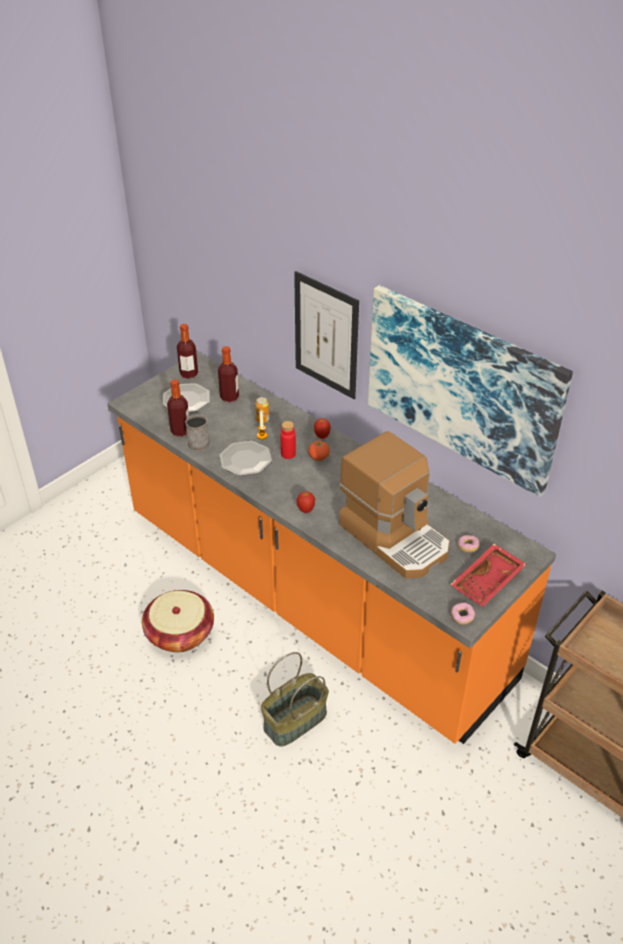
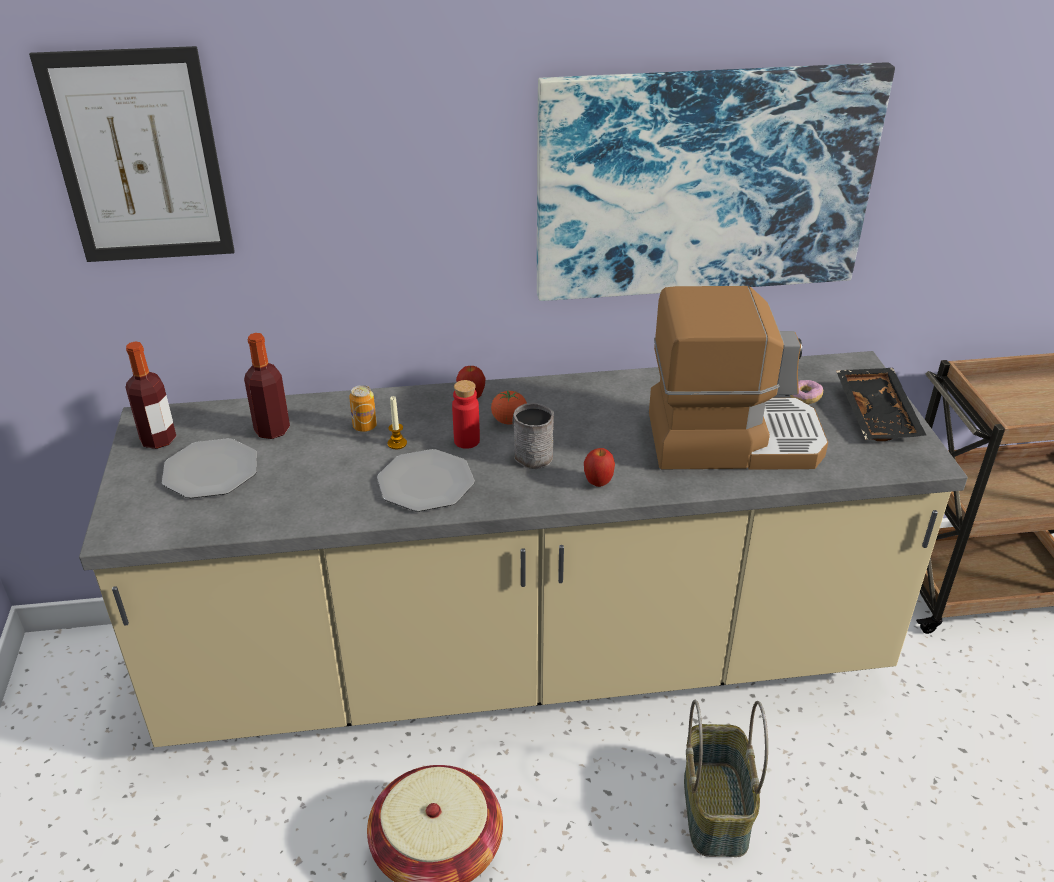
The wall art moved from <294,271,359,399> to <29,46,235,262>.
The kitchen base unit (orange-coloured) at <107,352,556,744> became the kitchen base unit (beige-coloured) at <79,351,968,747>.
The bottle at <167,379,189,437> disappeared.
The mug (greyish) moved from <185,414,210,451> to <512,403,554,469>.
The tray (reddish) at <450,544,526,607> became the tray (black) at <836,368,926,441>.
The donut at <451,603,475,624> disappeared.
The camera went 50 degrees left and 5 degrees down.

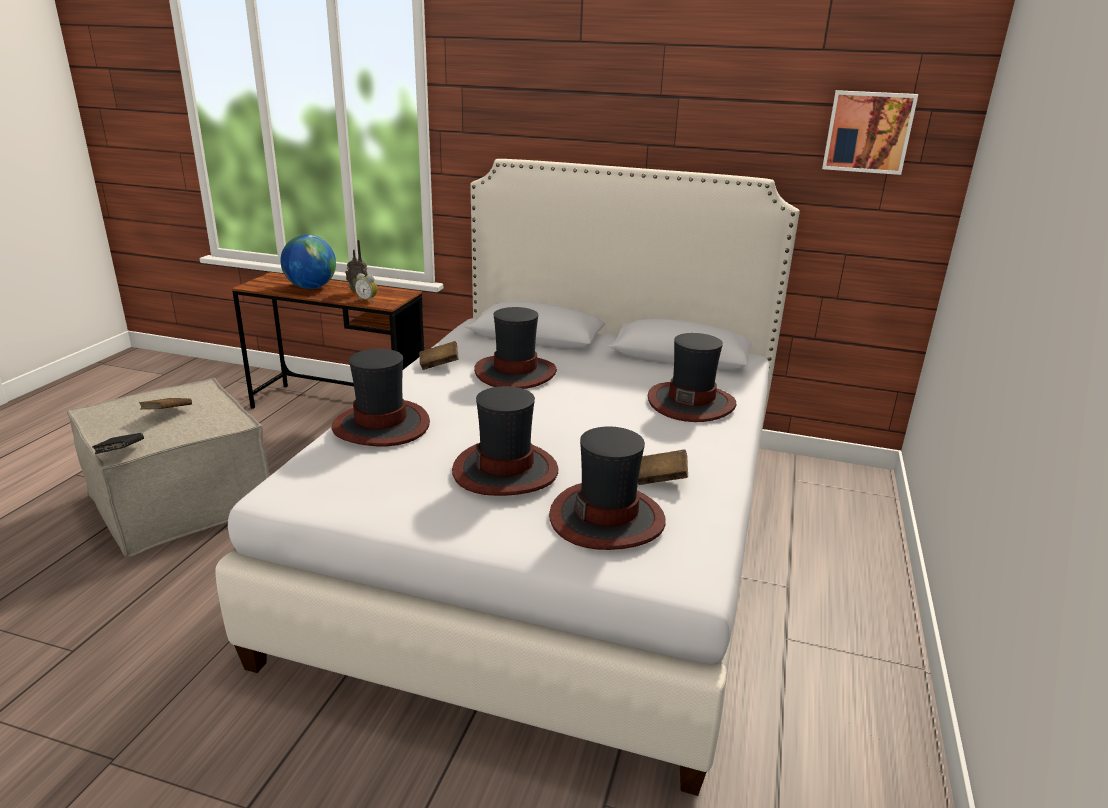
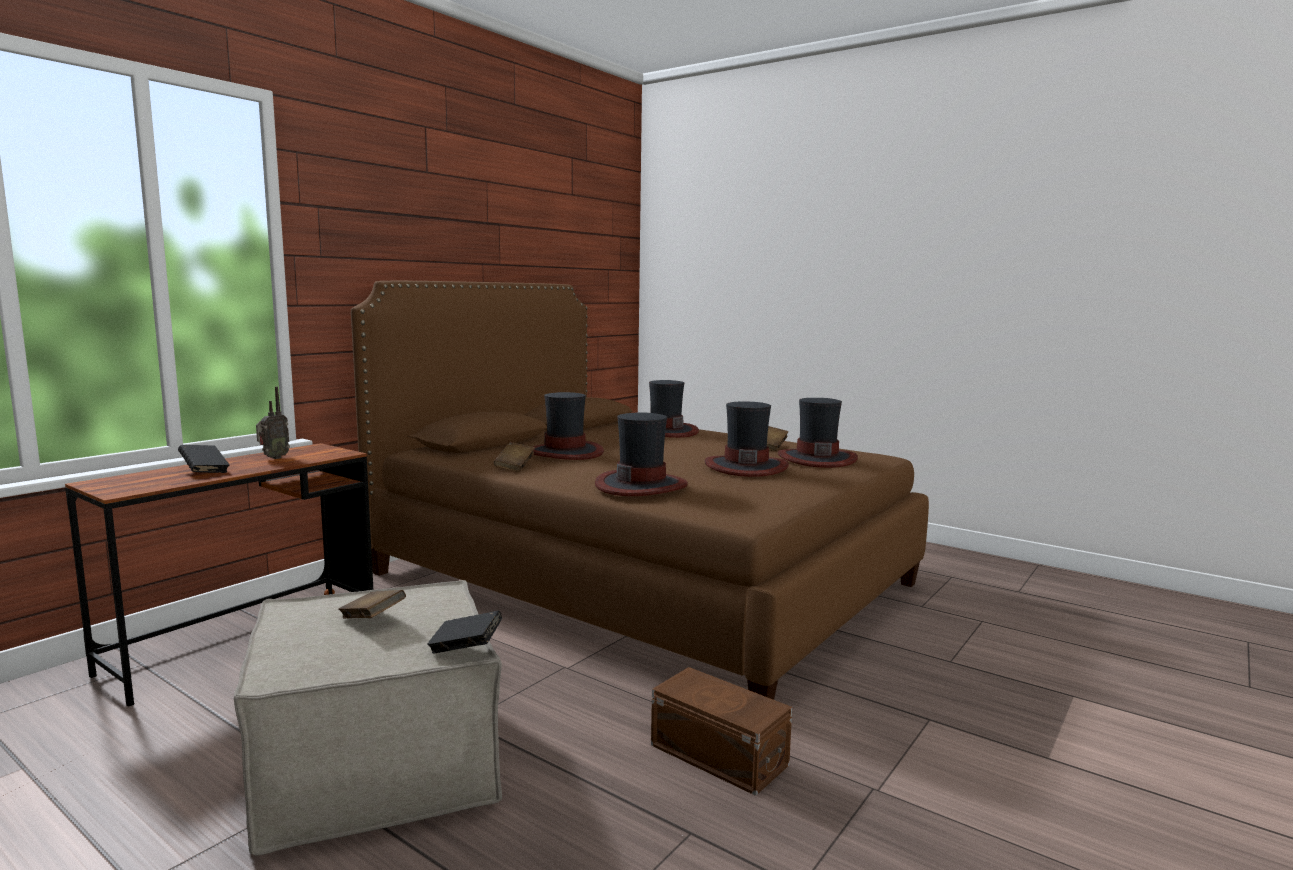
The wall art at <822,90,918,175> disappeared.
The bed (whitish) at <215,159,800,796> became the bed (brownish) at <351,281,929,700>.
The globe at <280,235,336,289> was replaced by the volume (black) at <178,445,229,473>.
The table clock at <355,273,377,303> disappeared.
The storage box (brownish) at <651,667,792,796> appeared.
The camera went 70 degrees left and 15 degrees down.

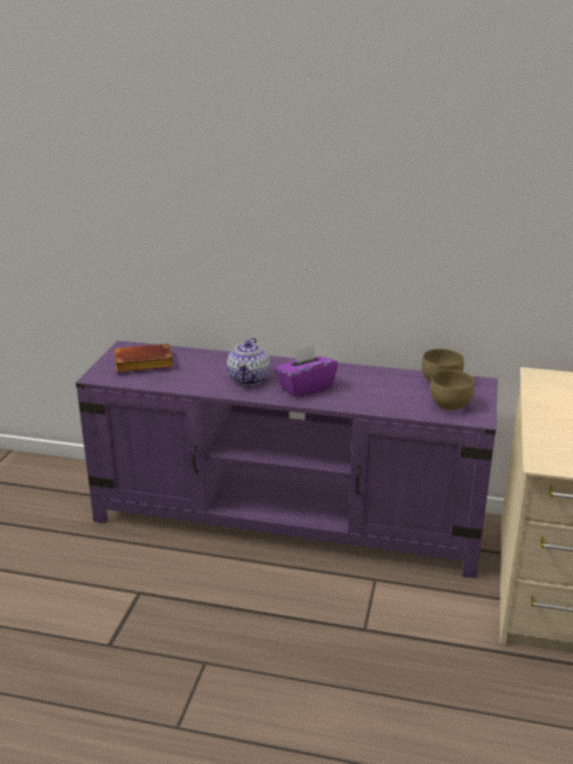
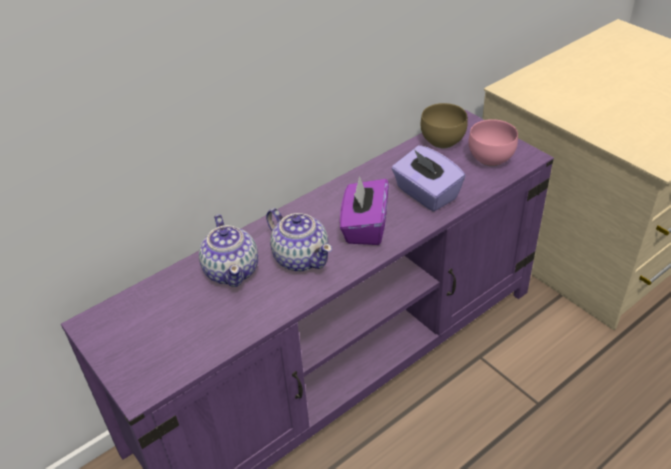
The volume (brownish) at <114,344,174,373> disappeared.
The bowl (brownish) at <430,370,475,411> became the bowl (pinkish) at <469,119,518,166>.
The tissue box (purple-coloured) at <392,145,465,211> appeared.
The teapot at <199,214,258,287> appeared.
The camera went 50 degrees left and 15 degrees up.

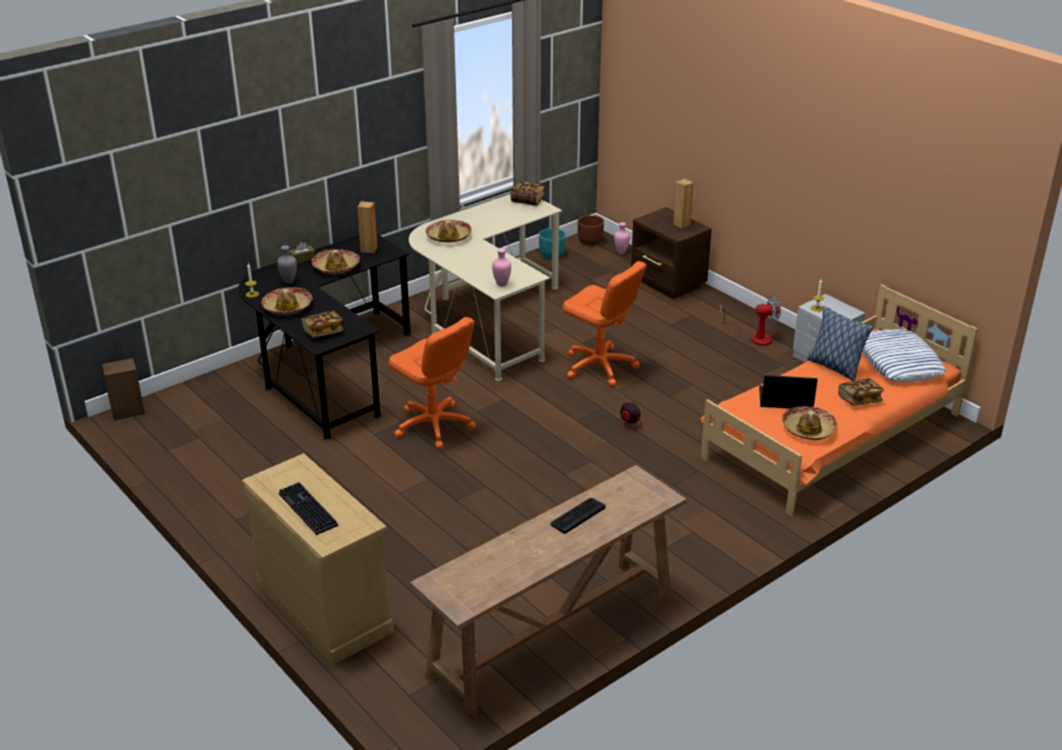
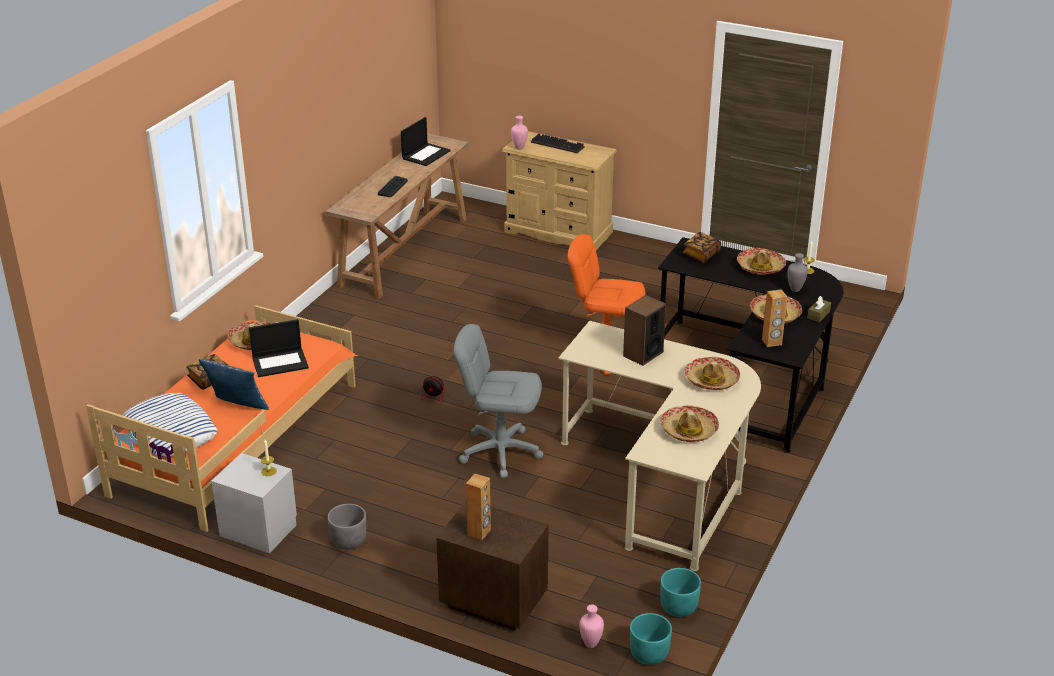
The volume at <510,181,545,206> disappeared.
The plant pot (brownish) at <578,215,604,246> became the plant pot (turquoise) at <630,613,672,665>.
The vase (pinkish) moved from <492,248,511,287> to <511,116,528,150>.
The desk chair (orange-coloured) at <562,261,647,386> became the desk chair (greyish) at <454,324,543,478>.
The fan at <720,296,781,346> was replaced by the plant pot (greyish) at <328,504,366,550>.
The audio speaker moved from <102,358,145,420> to <623,295,666,366>.
The portable computer at <401,117,451,166> appeared.
The wearable hat at <660,405,719,442> appeared.
The camera went 155 degrees right and 0 degrees up.

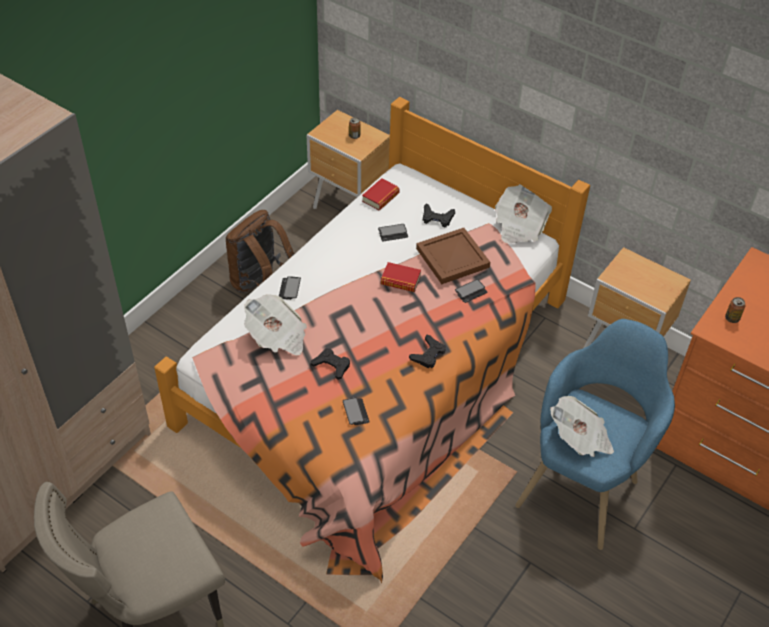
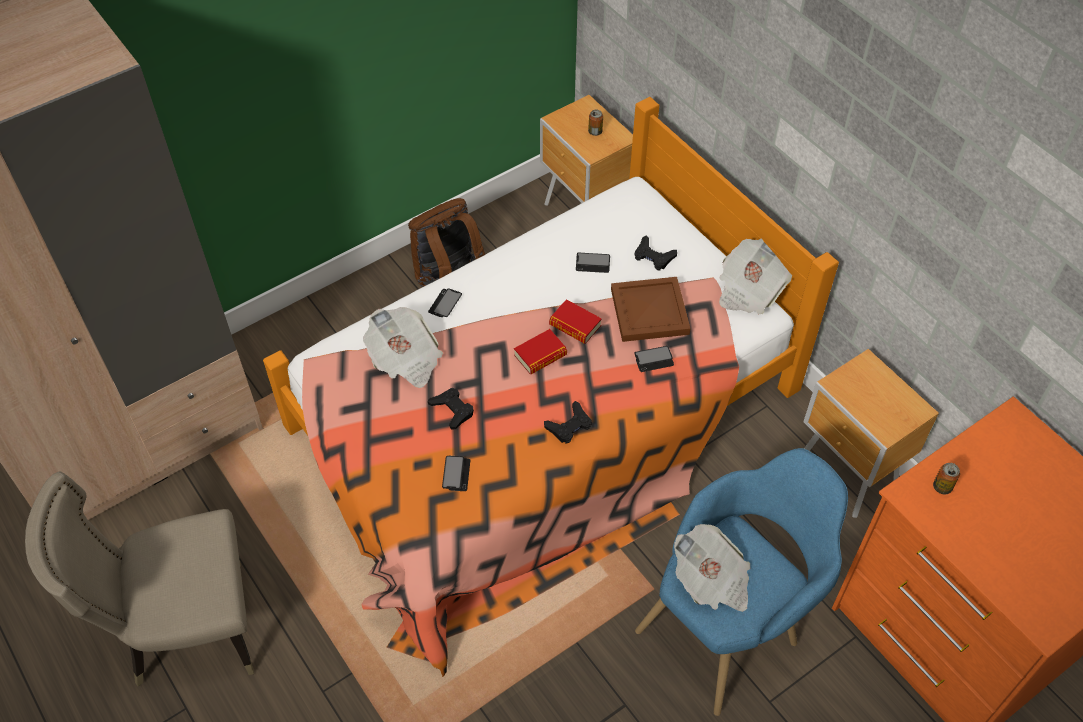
The volume moved from <362,178,400,210> to <514,329,567,374>.
The camera went 20 degrees right and 5 degrees up.

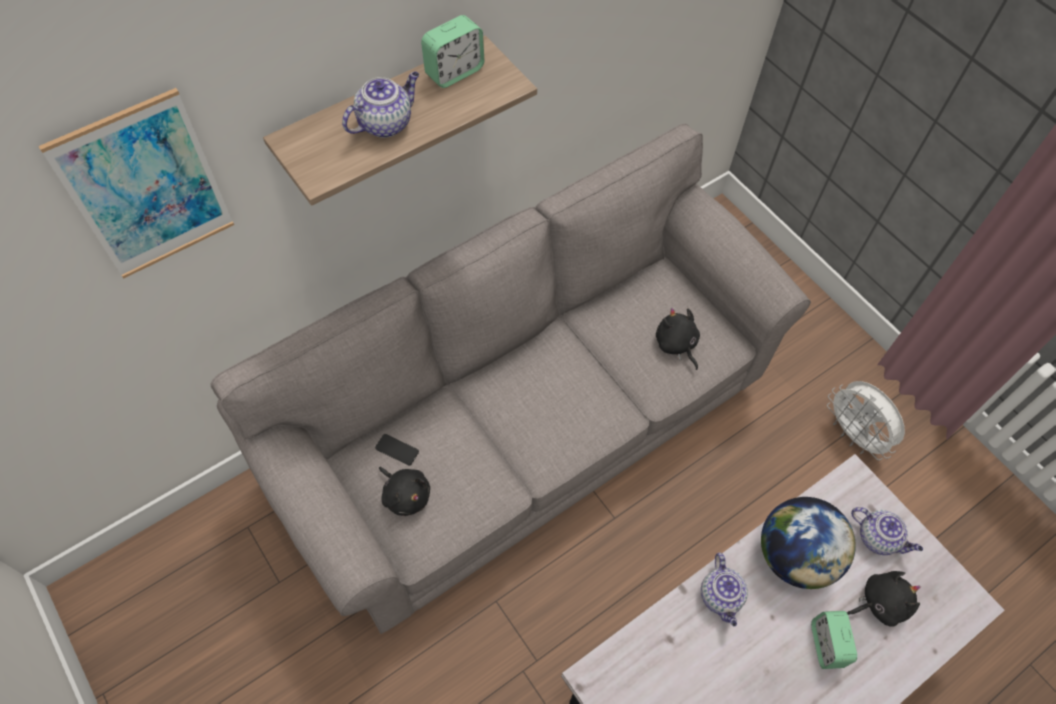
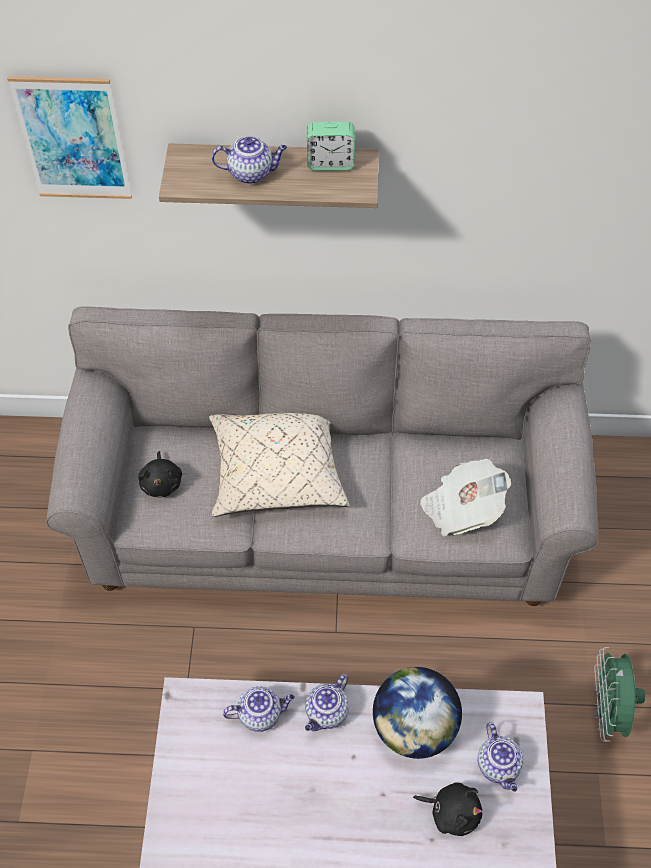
The soft toy (black) at <656,308,700,370> was replaced by the printed paper at <420,459,511,536>.
The fan (whitish) at <827,381,905,460> became the fan (green) at <592,647,645,742>.
The telephone at <375,434,419,466> disappeared.
The table clock at <811,611,857,669> disappeared.
The cushion (beige-coloured) at <209,413,350,517> appeared.
The teapot at <223,686,295,732> appeared.
The camera went 40 degrees right and 5 degrees down.

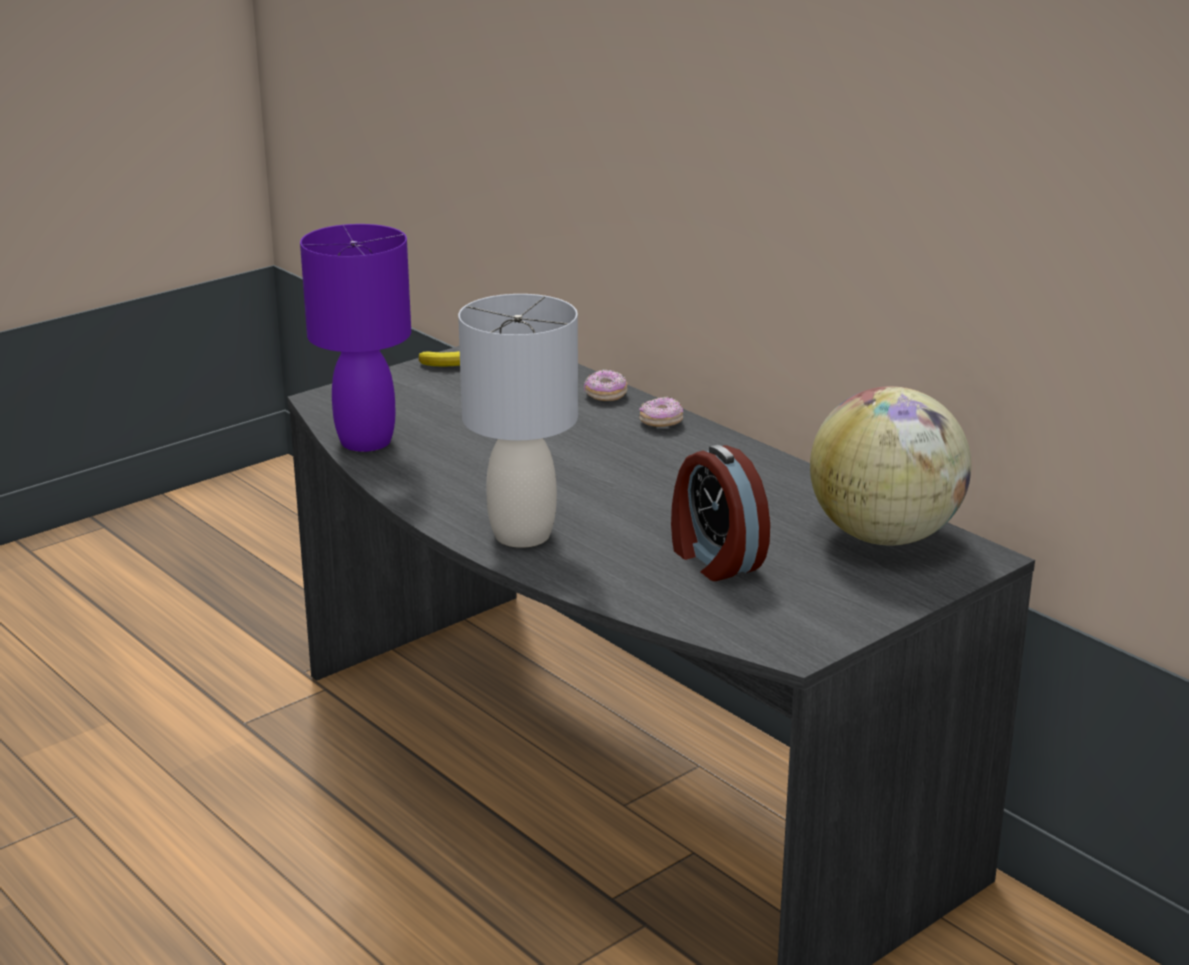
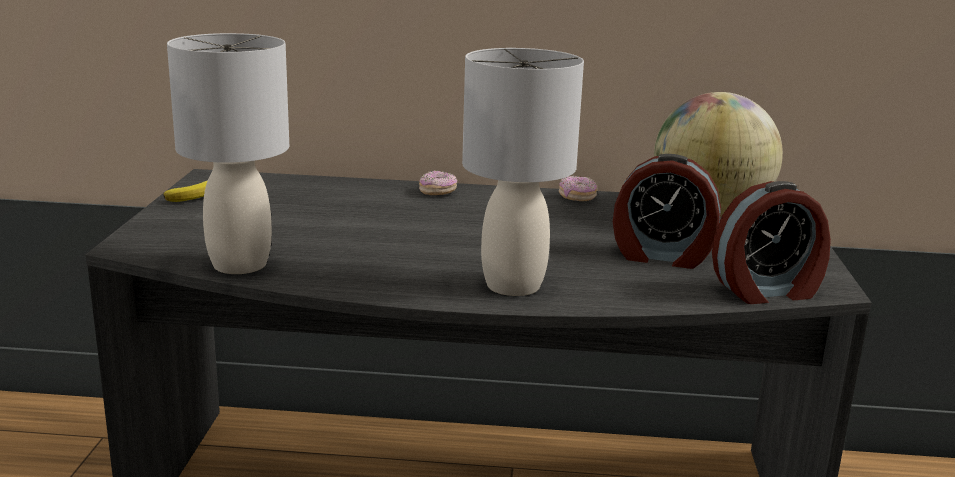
The lamp for a table (purple-coloured) at <300,224,411,452> became the lamp for a table (greyish) at <167,33,289,274>.
The donut moved from <584,370,628,401> to <559,176,597,201>.
The table clock at <712,181,831,304> appeared.
The camera went 45 degrees left and 5 degrees down.

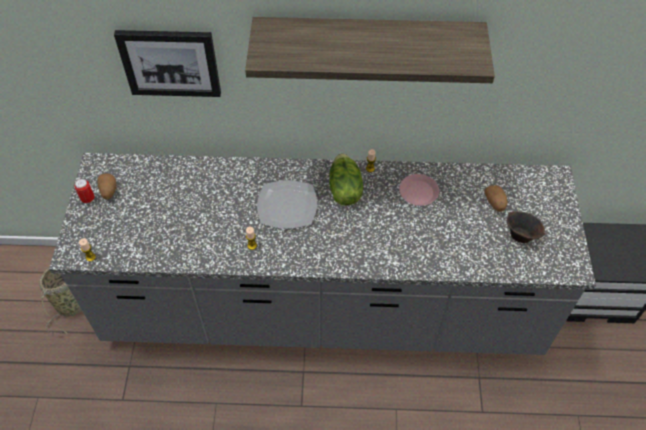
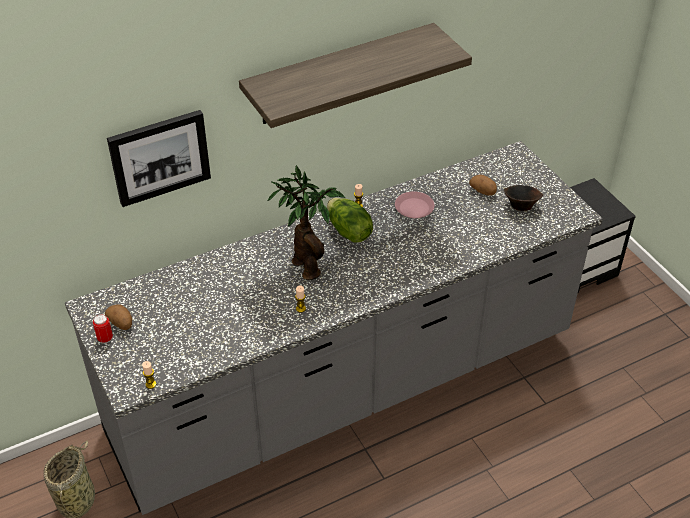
The dinner plate at <257,180,317,229> was replaced by the plant in a pot at <267,165,345,280>.
The camera went 30 degrees left and 10 degrees down.

